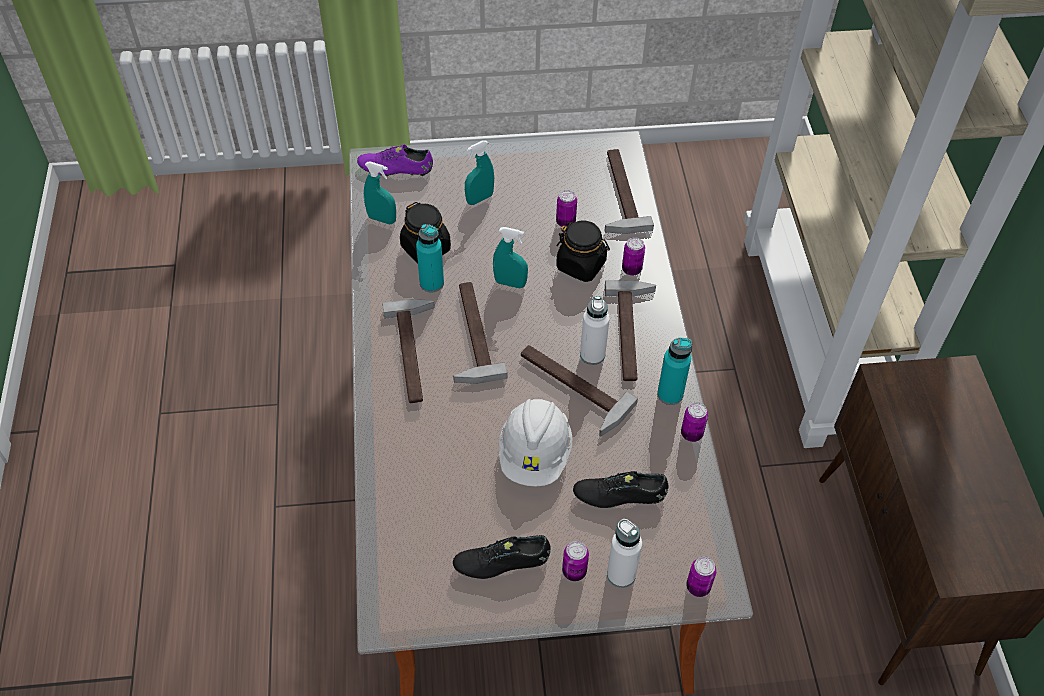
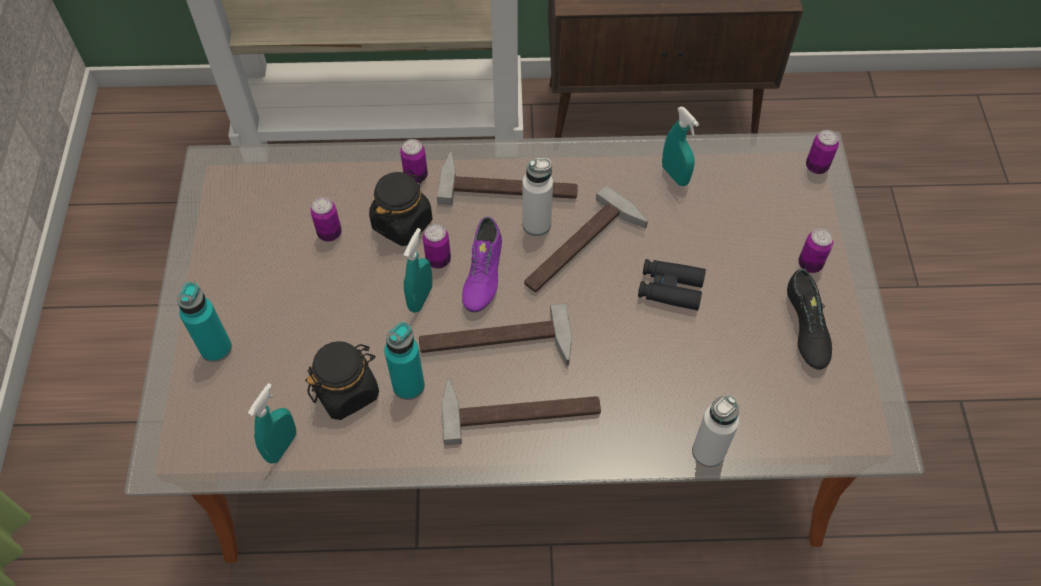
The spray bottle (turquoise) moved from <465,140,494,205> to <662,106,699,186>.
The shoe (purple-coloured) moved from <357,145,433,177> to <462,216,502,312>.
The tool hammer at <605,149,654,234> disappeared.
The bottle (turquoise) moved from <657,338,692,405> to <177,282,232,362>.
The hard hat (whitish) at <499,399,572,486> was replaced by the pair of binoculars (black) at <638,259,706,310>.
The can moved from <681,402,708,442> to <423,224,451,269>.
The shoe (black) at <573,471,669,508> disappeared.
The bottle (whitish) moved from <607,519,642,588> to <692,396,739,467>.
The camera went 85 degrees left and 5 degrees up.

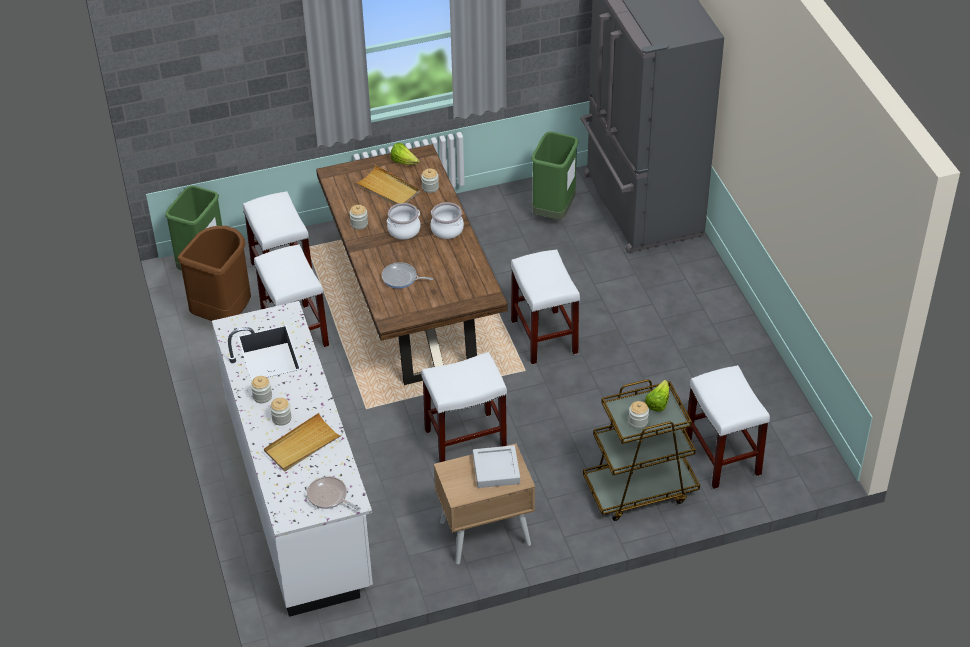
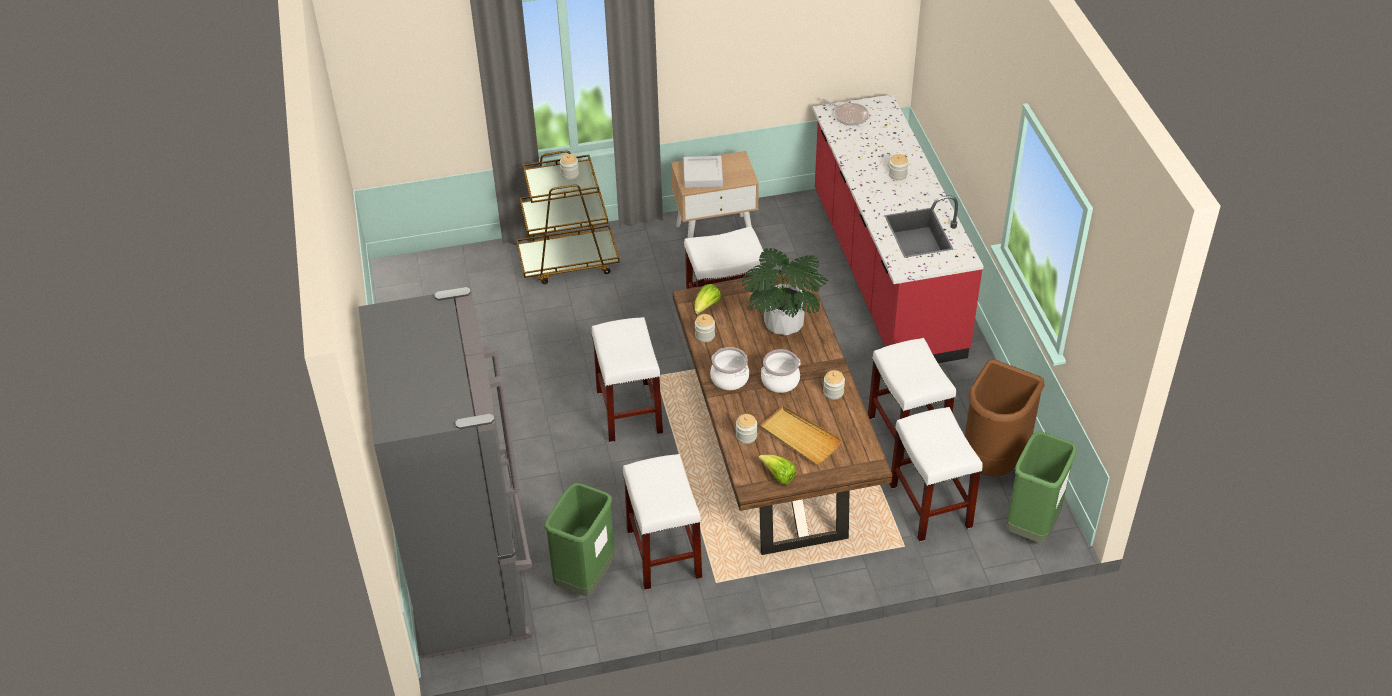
The pan at <382,262,433,289> was replaced by the plant in a pot at <742,248,828,335>.
The kitchen base unit (whitish) at <212,301,373,617> became the kitchen base unit (reddish) at <813,94,983,363>.
The stool (whitish) moved from <685,365,770,489> to <623,454,702,590>.
The storage jar moved from <251,376,272,403> to <695,314,715,342>.
The lettuce head moved from <645,380,669,412> to <694,284,721,315>.
The tray (beige-coloured) at <264,413,342,471> disappeared.
The camera went 175 degrees left and 0 degrees up.

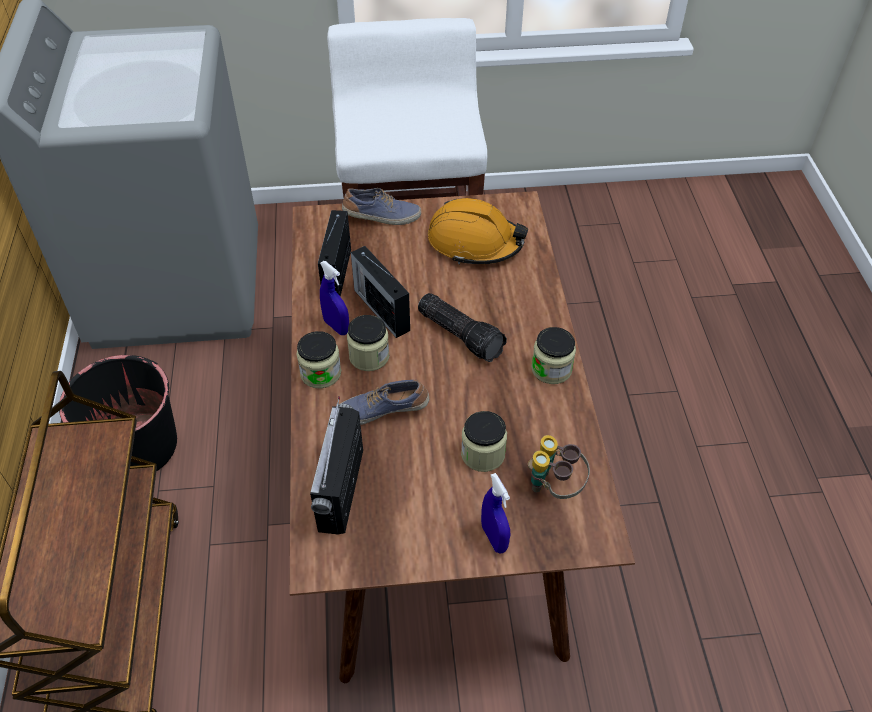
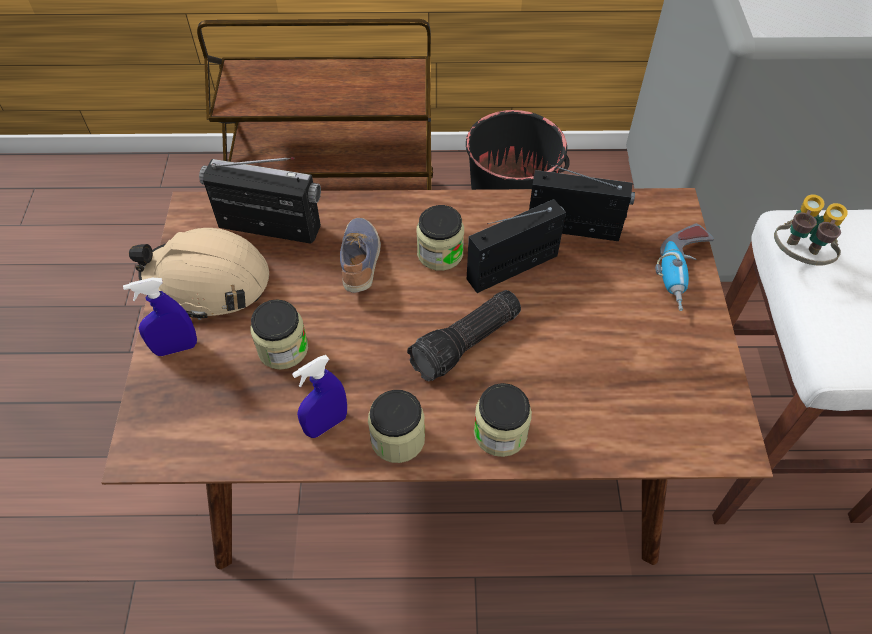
The shoe at <342,188,421,225> was replaced by the drill at <655,223,714,311>.
The hard hat (orange-coloured) at <428,198,528,264> disappeared.
The spray bottle (blue-coloured) moved from <320,261,349,335> to <292,355,347,438>.
The storage jar moved from <296,331,341,388> to <474,383,532,457>.
The pair of binoculars moved from <528,435,590,499> to <774,194,848,266>.
The hard hat (beige-coloured) at <129,228,269,320> appeared.
The camera went 95 degrees right and 5 degrees up.

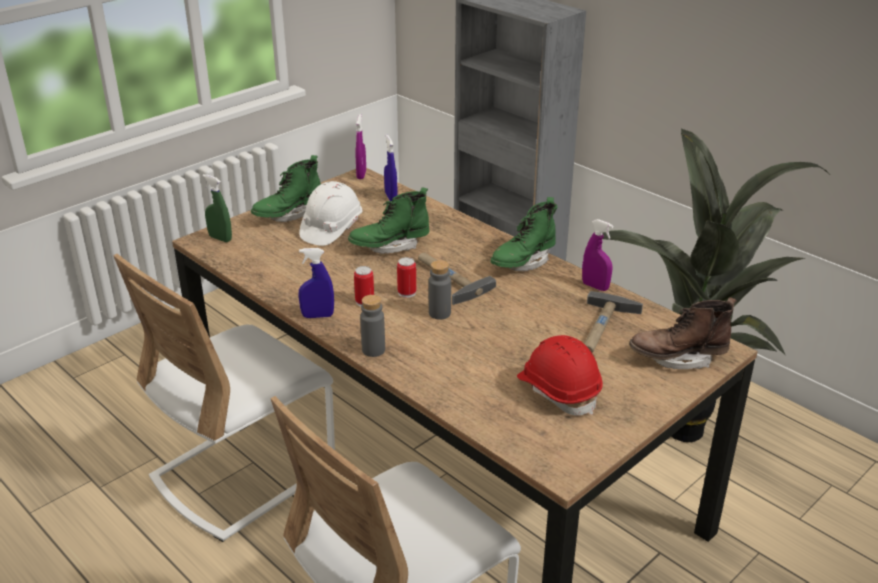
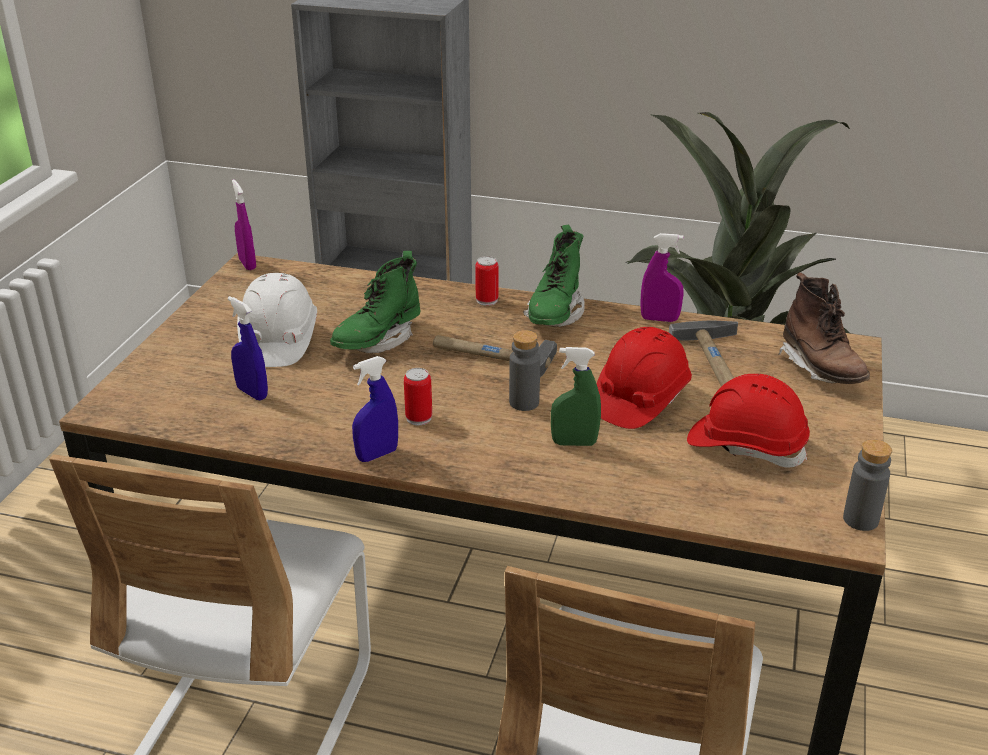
The spray bottle (blue-coloured) moved from <384,135,398,201> to <228,296,268,400>.
The tall boot (green) at <251,155,321,222> disappeared.
The spray bottle (green) moved from <202,174,232,242> to <551,347,601,446>.
The can moved from <397,257,416,298> to <475,256,499,306>.
The bottle (greyish) moved from <360,295,385,357> to <843,439,892,531>.
The tall boot (brownish) at <629,297,737,369> turned 75 degrees counterclockwise.
The hard hat (reddish) at <596,327,692,429> appeared.
The camera went 30 degrees left and 0 degrees up.

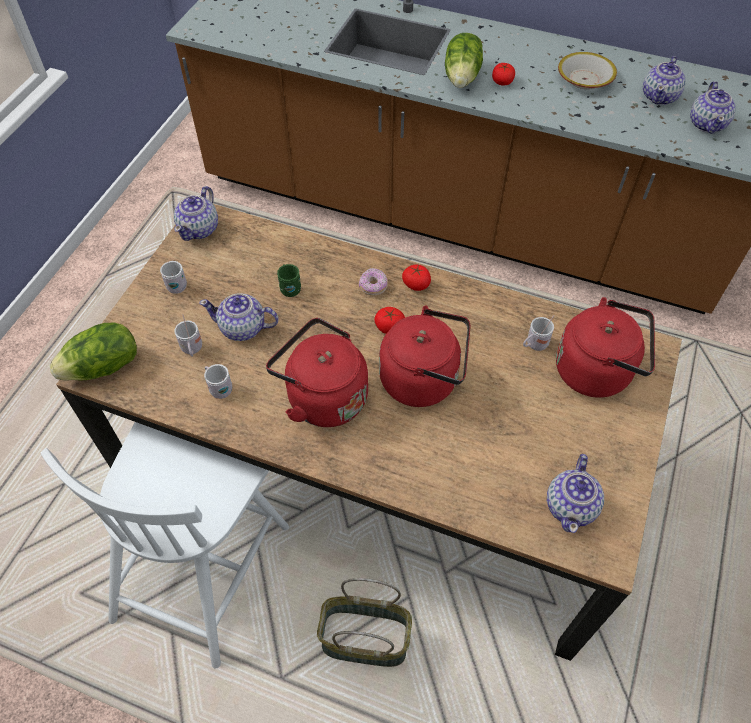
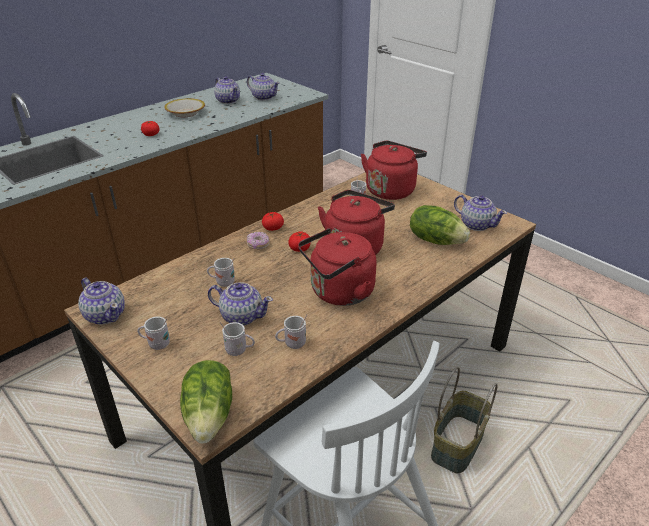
The lettuce head moved from <445,33,483,88> to <410,205,470,245>.
The mug (green) at <277,264,301,297> became the mug (whitish) at <207,258,235,287>.
The teapot at <199,293,279,341> turned 105 degrees counterclockwise.
The camera went 65 degrees left and 20 degrees down.

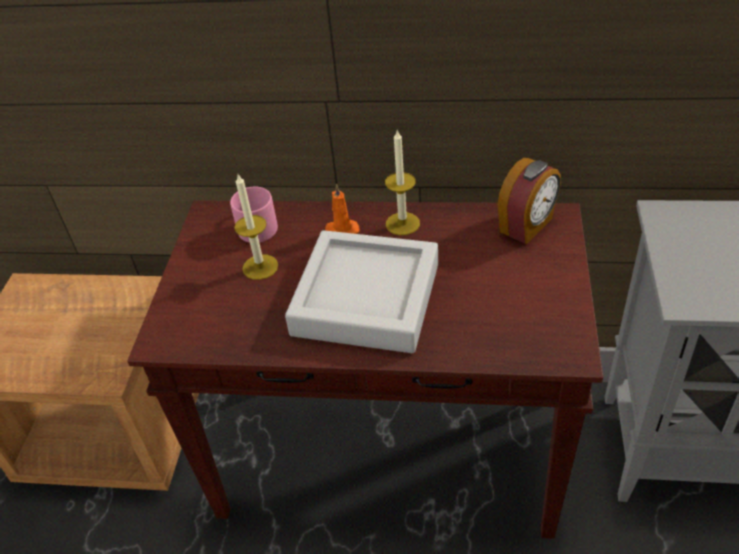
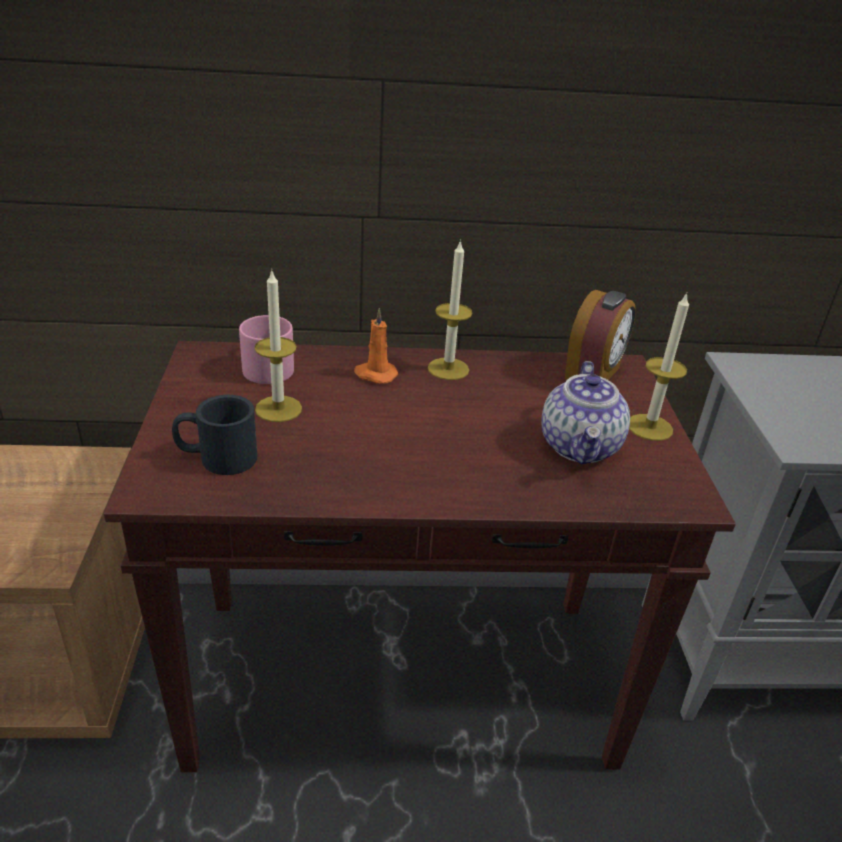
The tray (greyish) at <285,230,438,353> disappeared.
The wax light at <629,293,689,441> appeared.
The teapot at <541,361,630,464> appeared.
The mug (black) at <172,395,257,475> appeared.
The camera went 15 degrees left and 10 degrees down.

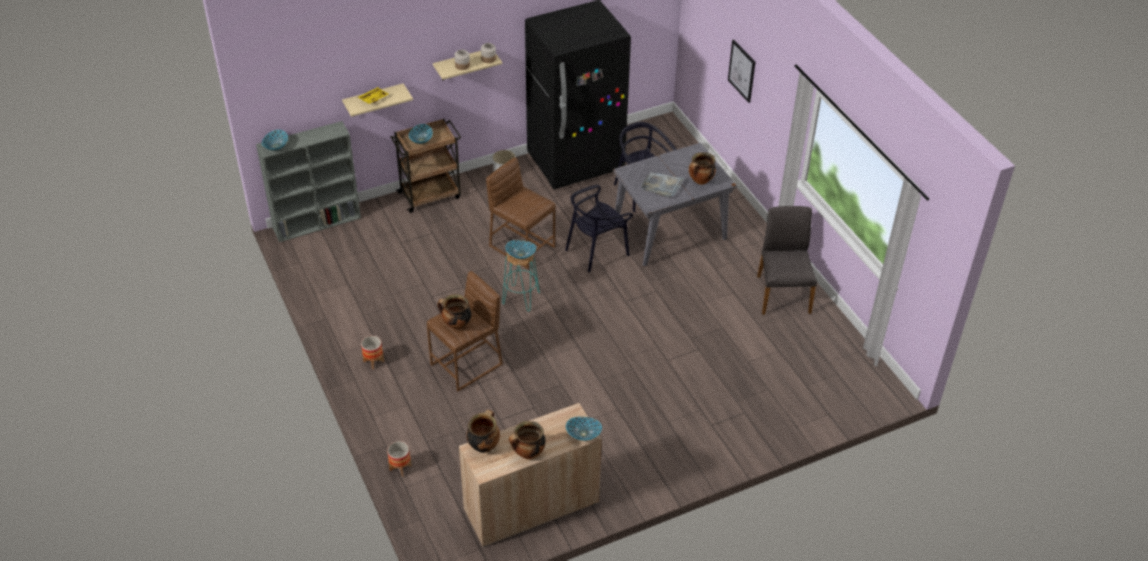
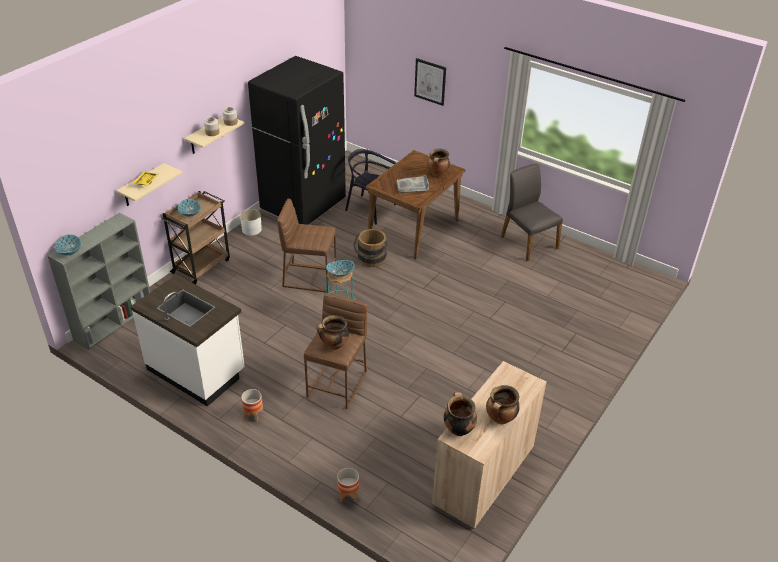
The dinner table (greyish) at <613,143,737,266> became the dinner table (brownish) at <366,150,466,259>.
The plain chair (black) at <565,185,633,272> was replaced by the water bucket (brownish) at <353,229,387,267>.
The bowl at <566,417,602,441> disappeared.
The kitchen base unit (whitish) at <130,275,245,406> appeared.
The camera went 30 degrees left and 5 degrees down.

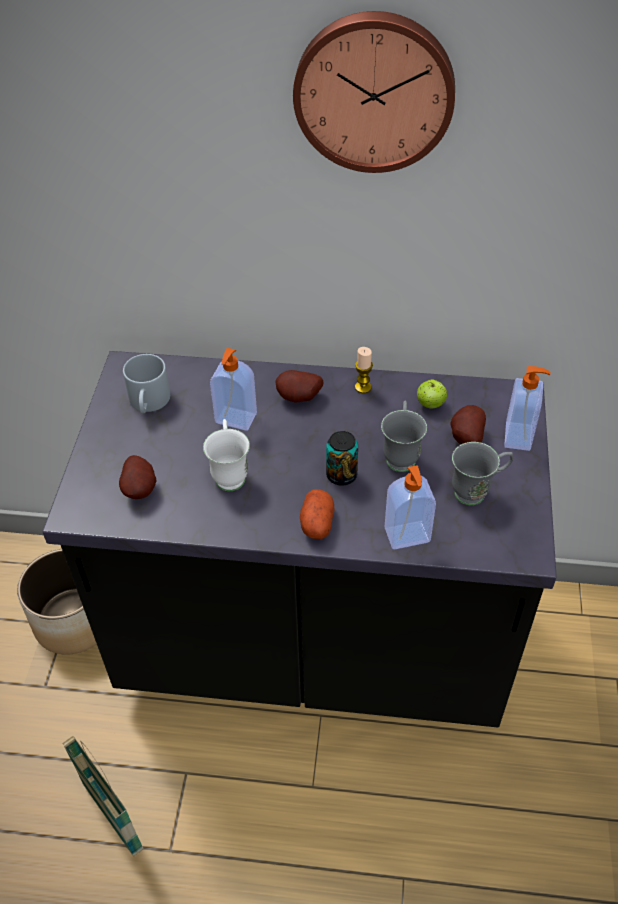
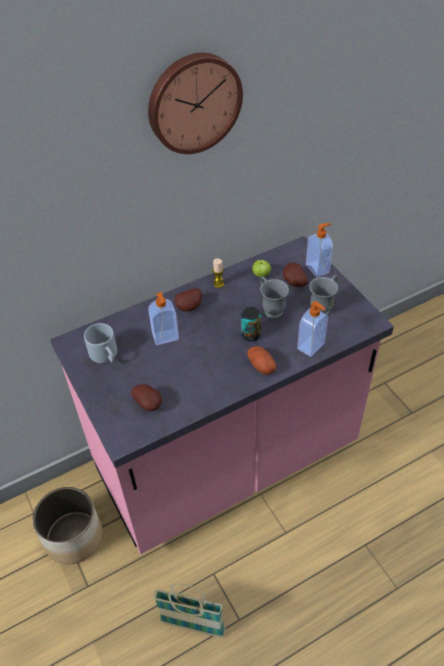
The kitchen base unit (black) at <42,351,557,728> became the kitchen base unit (pinkish) at <50,236,394,554>.
The mug (whitish) at <203,419,250,491> disappeared.
The camera went 35 degrees left and 0 degrees up.

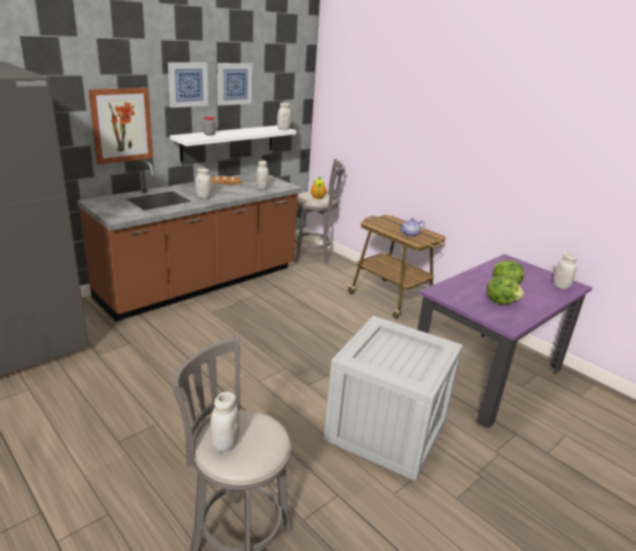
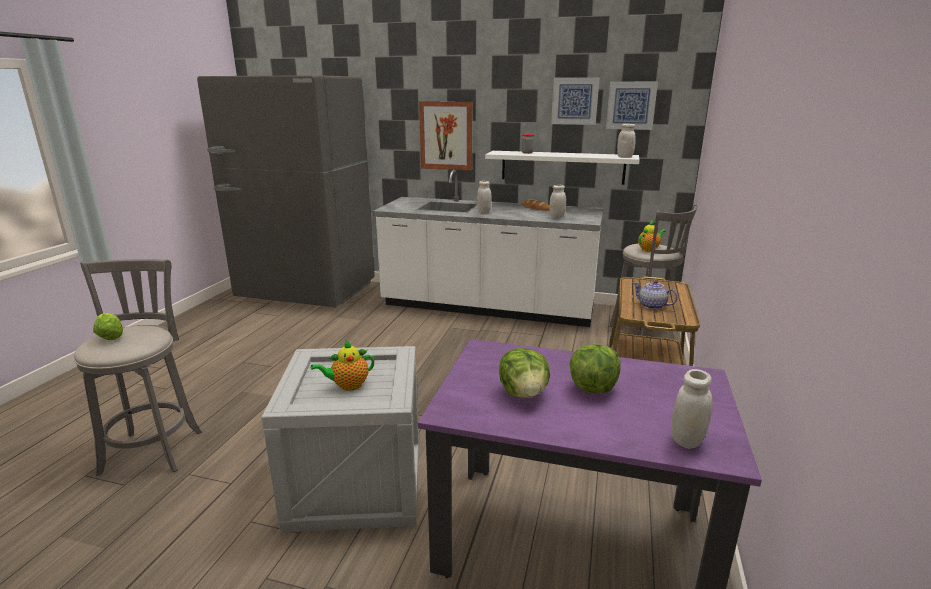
The wall art moved from <168,62,208,108> to <606,81,658,130>.
The kitchen base unit (brownish) at <77,161,302,321> became the kitchen base unit (whitish) at <373,170,604,327>.
The storage jar (whitish) at <210,392,240,452> was replaced by the lettuce head at <93,313,123,340>.
The teapot at <311,340,374,391> appeared.
The camera went 60 degrees right and 5 degrees down.

